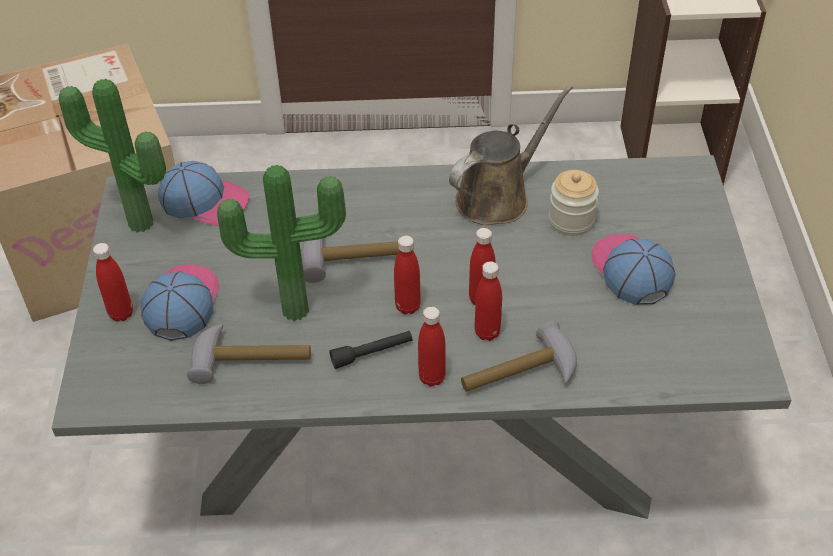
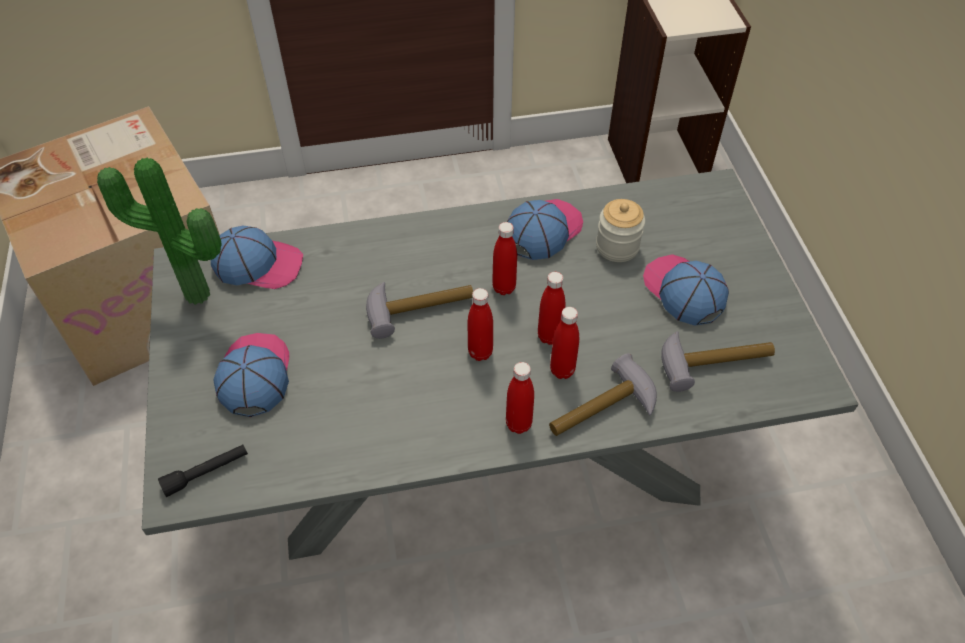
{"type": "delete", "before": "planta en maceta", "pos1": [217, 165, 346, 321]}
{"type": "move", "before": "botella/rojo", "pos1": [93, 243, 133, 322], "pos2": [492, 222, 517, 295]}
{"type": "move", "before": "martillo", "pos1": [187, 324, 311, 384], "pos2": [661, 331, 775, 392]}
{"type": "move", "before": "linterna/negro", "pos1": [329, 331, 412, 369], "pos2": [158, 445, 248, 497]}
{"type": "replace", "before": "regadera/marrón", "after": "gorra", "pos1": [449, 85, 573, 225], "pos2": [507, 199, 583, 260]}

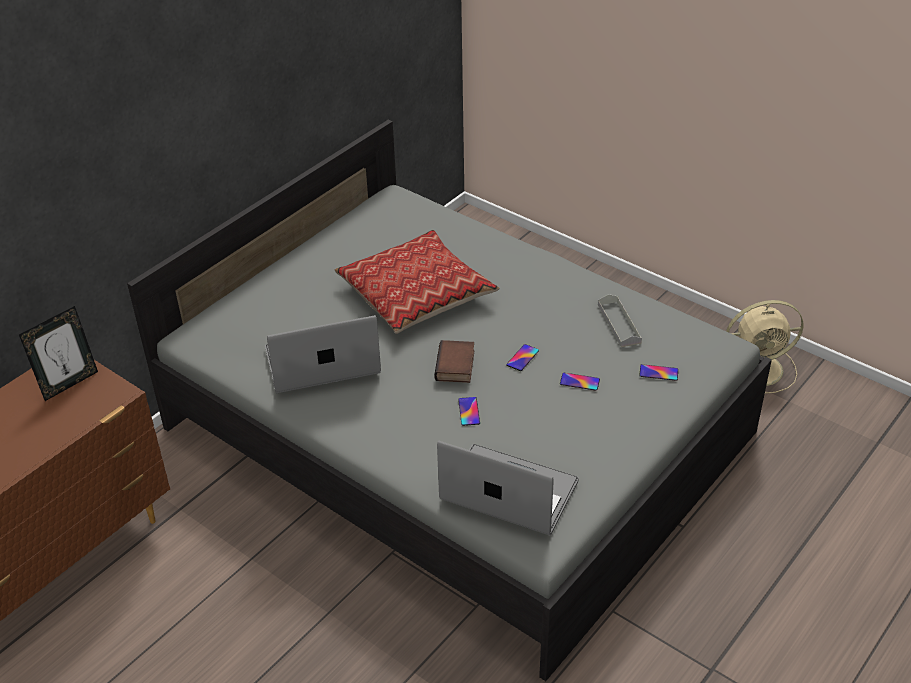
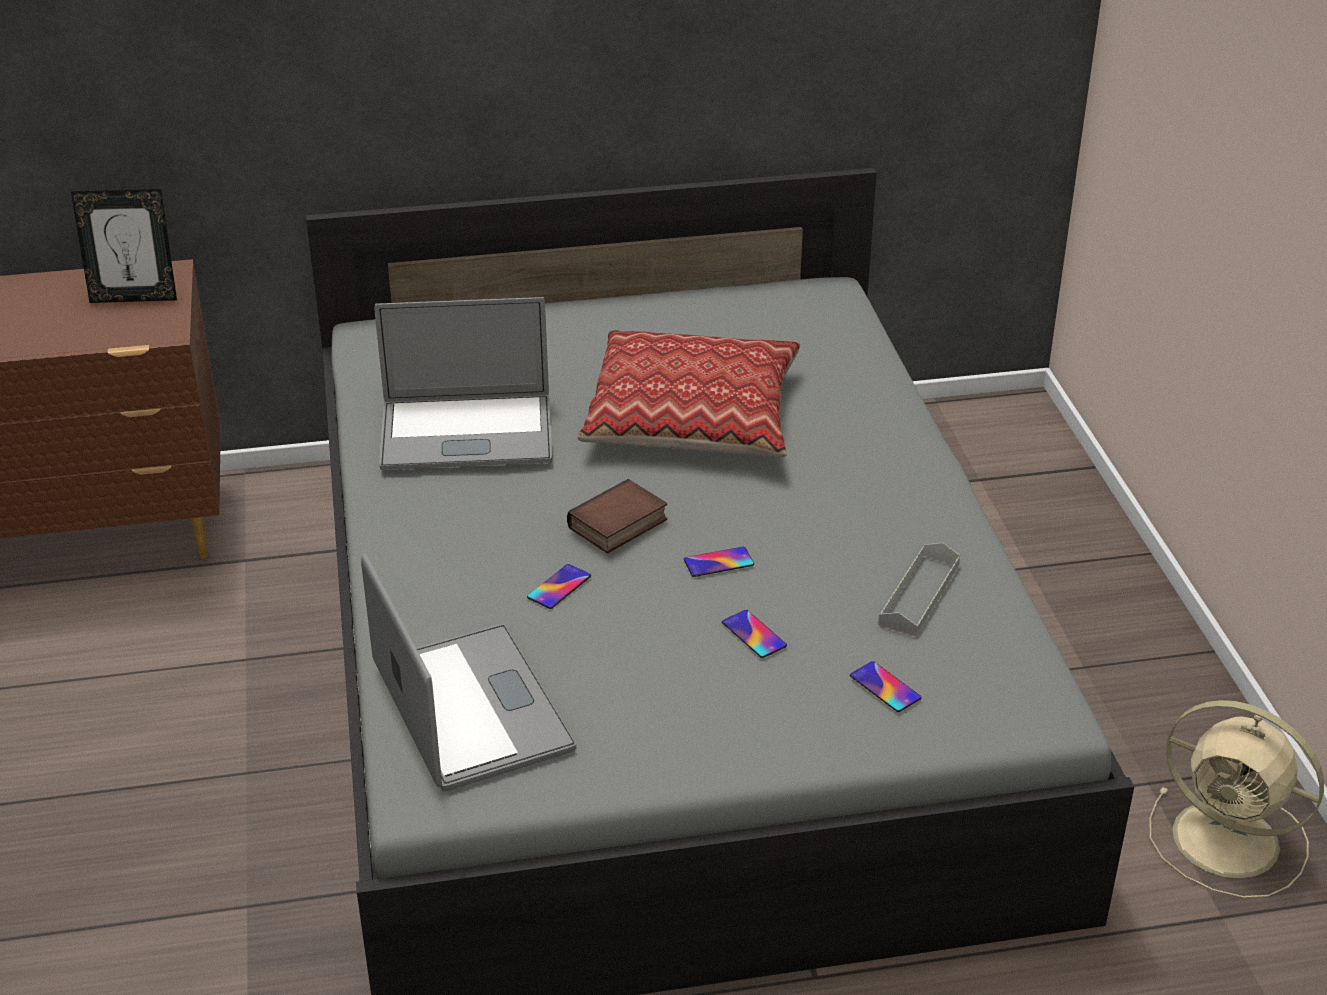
{"type": "rotate", "before": "portátil", "pos1": [265, 315, 381, 393], "pos2": [374, 297, 552, 470], "turn": 150}

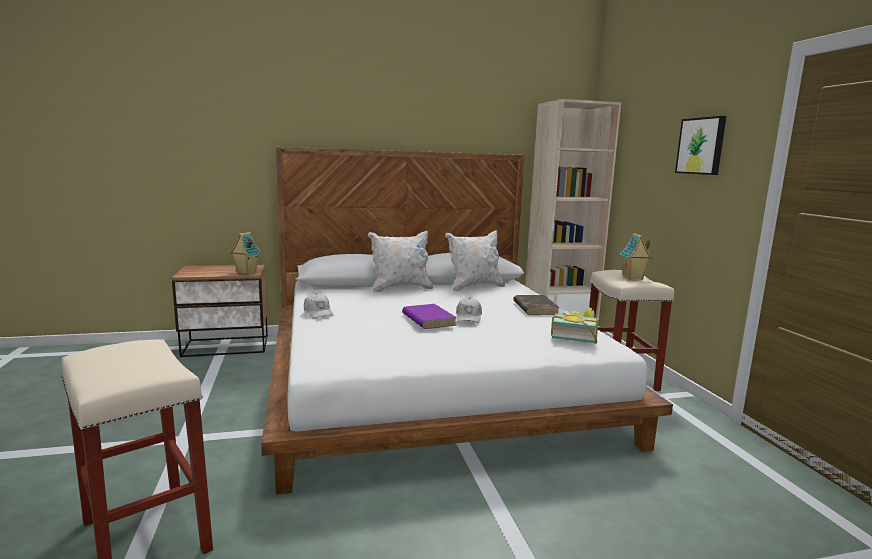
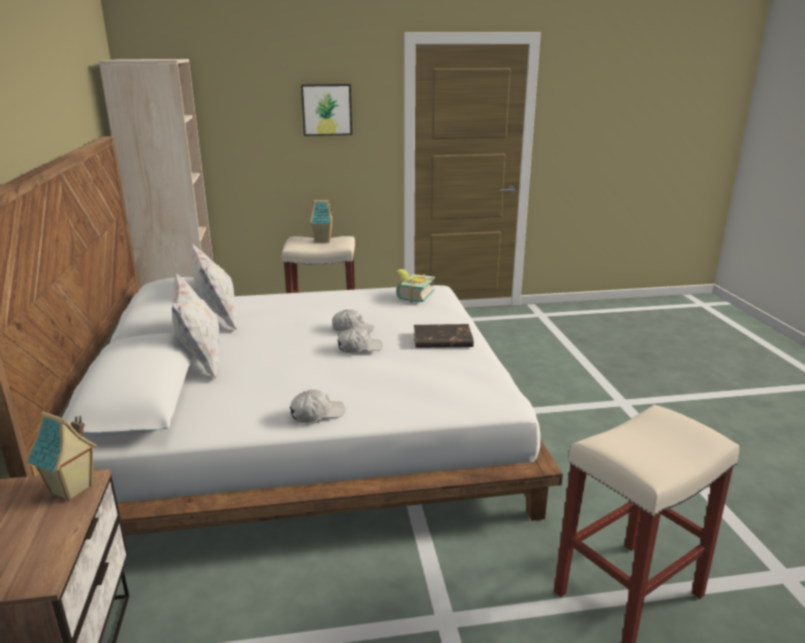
{"type": "move", "before": "libro/marrón", "pos1": [513, 295, 560, 315], "pos2": [414, 324, 474, 348]}
{"type": "replace", "before": "libro/morado", "after": "gorra/blanco", "pos1": [402, 304, 457, 329], "pos2": [338, 327, 383, 353]}

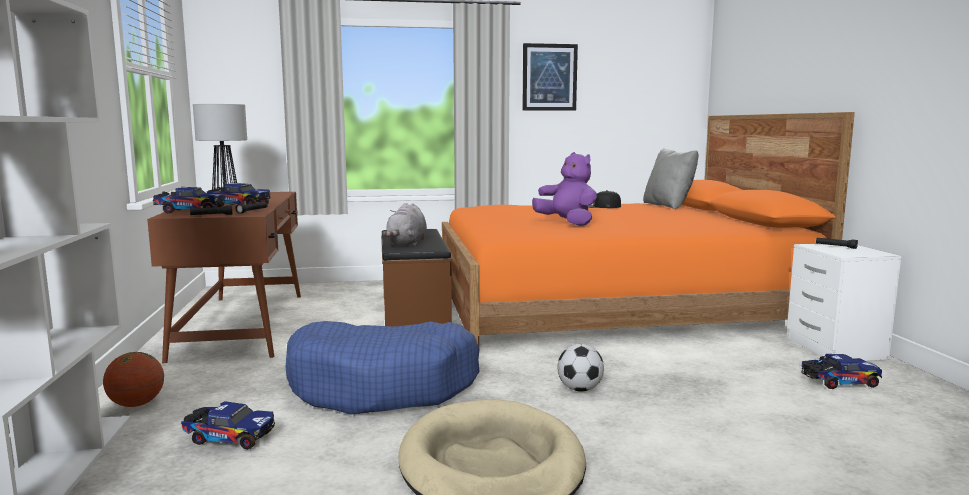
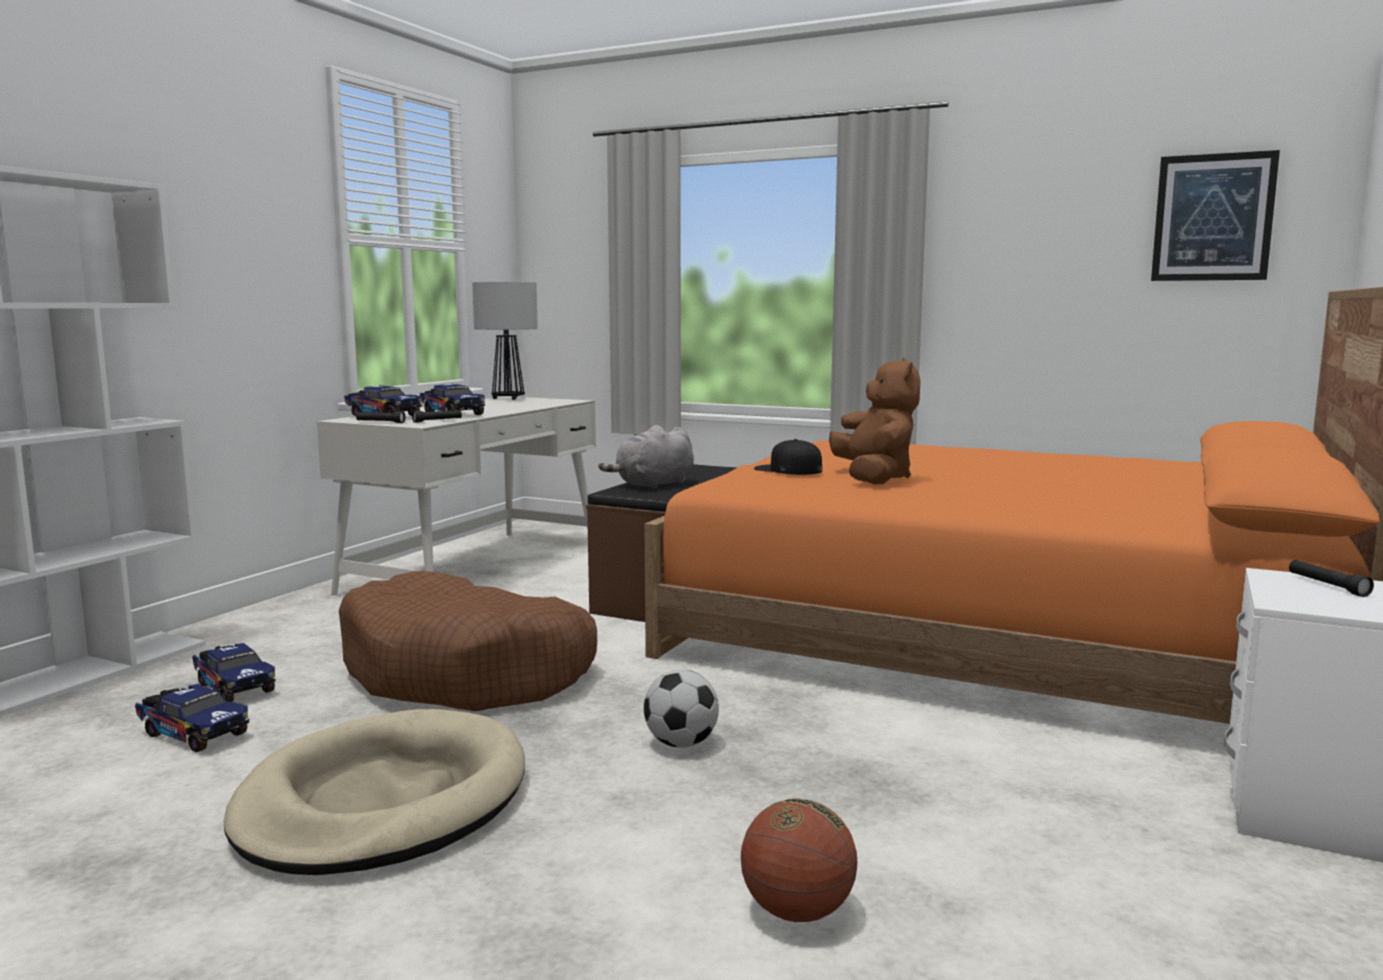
{"type": "delete", "before": "cojín/gris", "pos1": [643, 148, 698, 210]}
{"type": "move", "before": "balón de baloncesto", "pos1": [103, 352, 164, 407], "pos2": [741, 798, 857, 922]}
{"type": "move", "before": "cuadro", "pos1": [522, 43, 578, 111], "pos2": [1151, 150, 1280, 281]}
{"type": "move", "before": "gorra/negro", "pos1": [588, 190, 621, 208], "pos2": [754, 439, 822, 475]}
{"type": "move", "before": "camión de juguete", "pos1": [801, 354, 882, 389], "pos2": [135, 684, 249, 752]}
{"type": "recolor", "before": "escritorio/marrón", "after": "escritorio/blanco", "pos1": [147, 192, 301, 363], "pos2": [317, 396, 596, 595]}
{"type": "recolor", "before": "cama para perro/azul", "after": "cama para perro/marrón", "pos1": [286, 321, 480, 415], "pos2": [339, 571, 597, 711]}
{"type": "recolor", "before": "peluche/morado", "after": "peluche/marrón", "pos1": [532, 152, 597, 226], "pos2": [829, 358, 920, 484]}

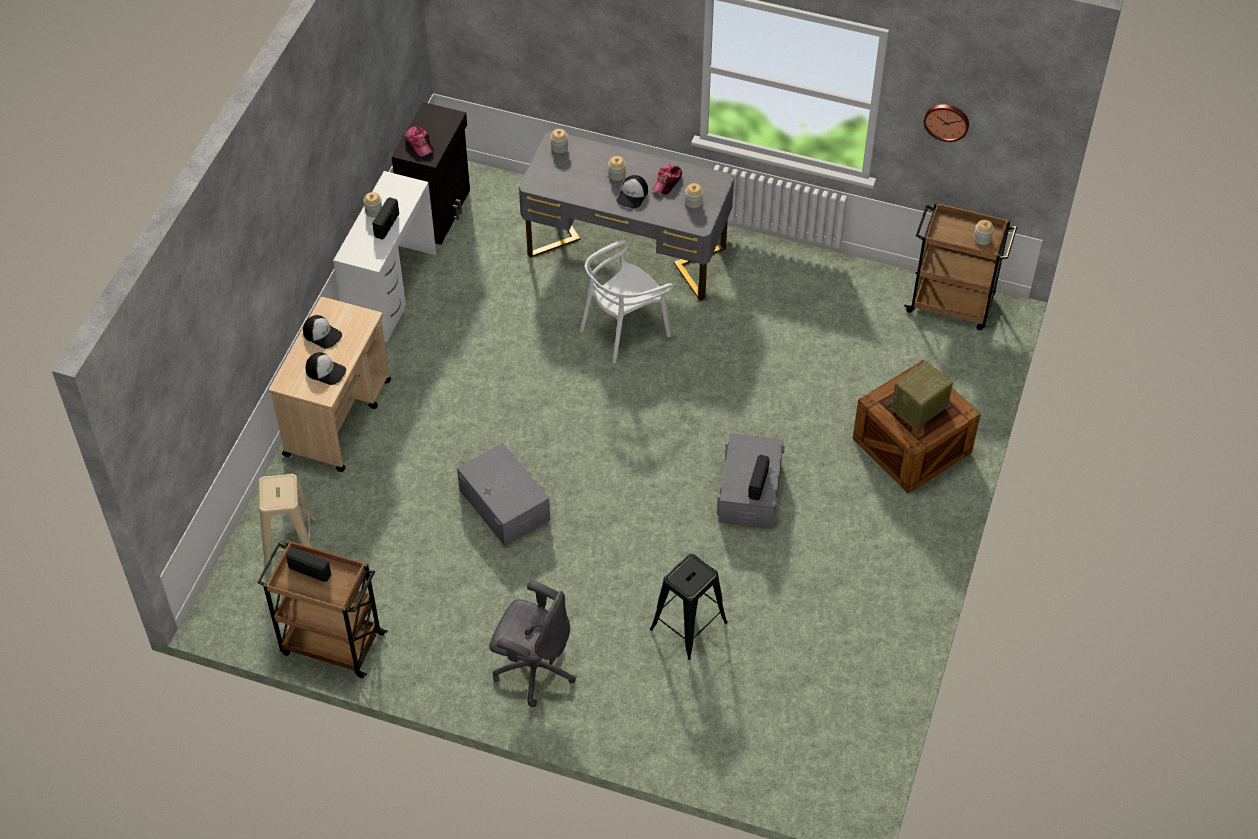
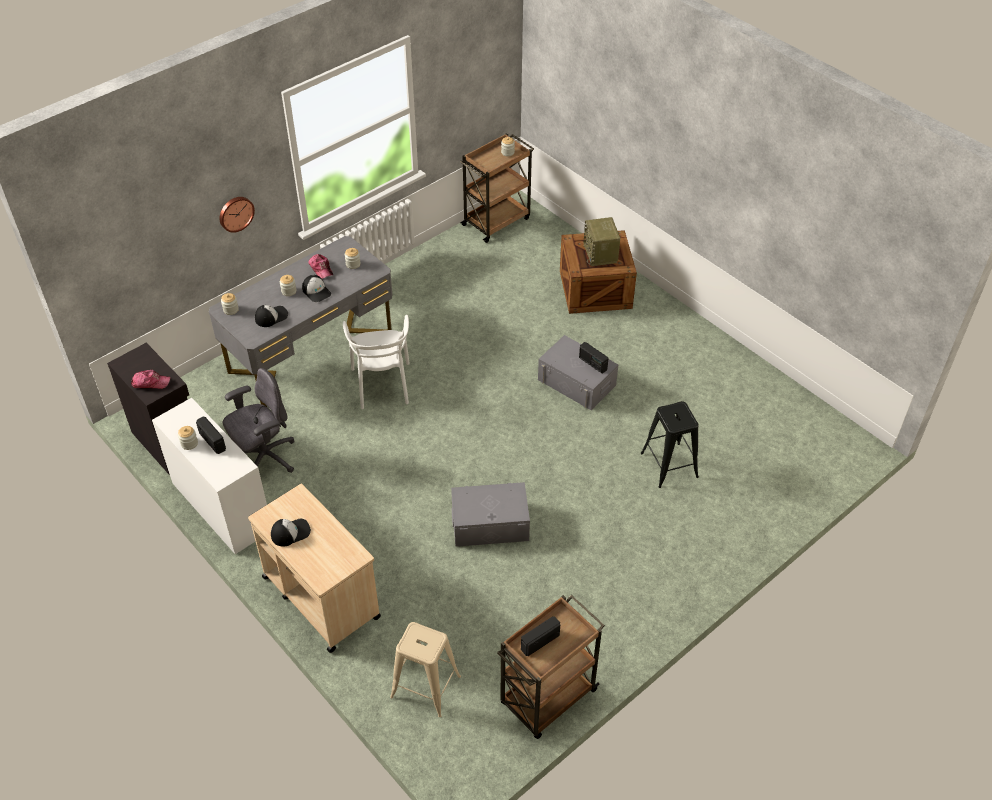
{"type": "move", "before": "gorra", "pos1": [306, 352, 346, 385], "pos2": [255, 305, 288, 327]}
{"type": "move", "before": "silla de oficina/gris", "pos1": [489, 581, 576, 707], "pos2": [223, 368, 295, 473]}
{"type": "move", "before": "reloj de pared", "pos1": [924, 104, 969, 142], "pos2": [220, 197, 255, 233]}

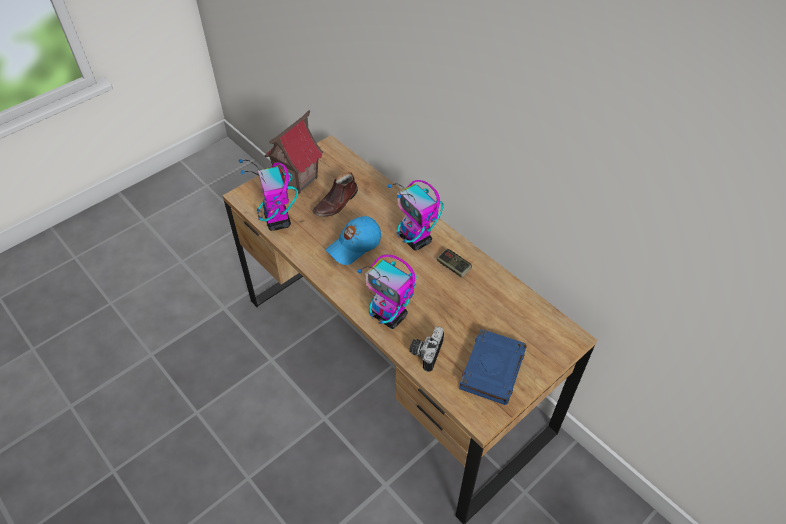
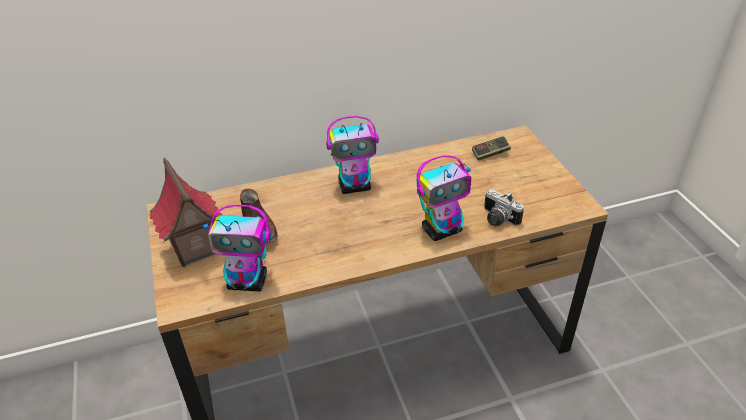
{"type": "delete", "before": "gorra/azul", "pos1": [326, 216, 381, 265]}
{"type": "delete", "before": "libro/azul", "pos1": [459, 329, 526, 405]}
{"type": "move", "before": "mando de consola", "pos1": [436, 249, 472, 278], "pos2": [472, 136, 511, 161]}

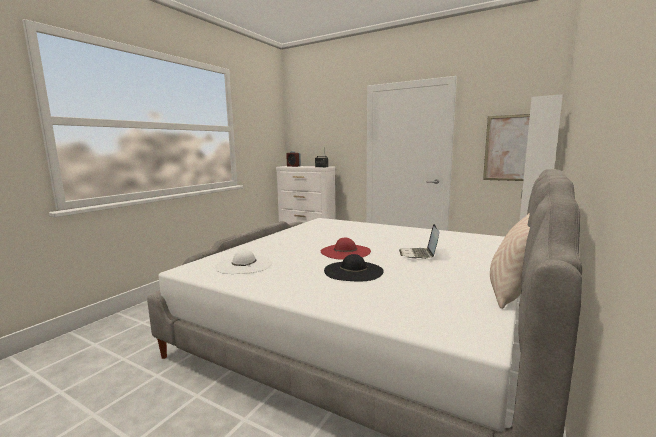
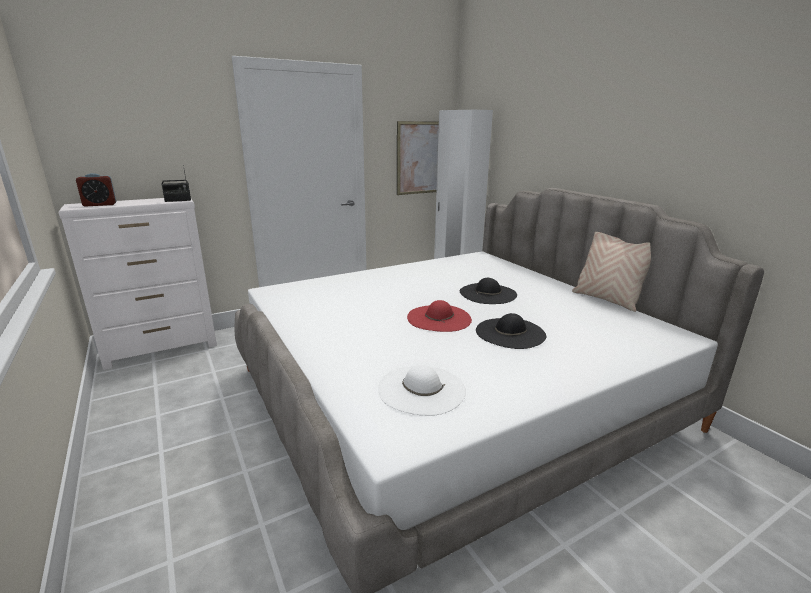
{"type": "replace", "before": "portátil", "after": "sombrero/negro", "pos1": [399, 224, 439, 259], "pos2": [460, 278, 517, 304]}

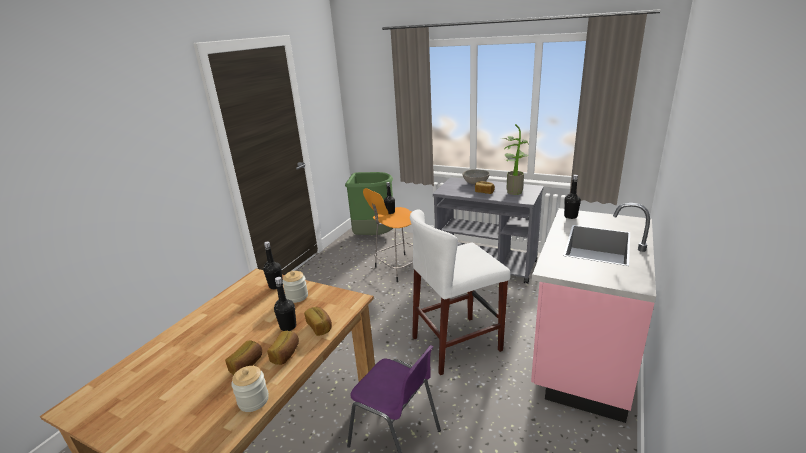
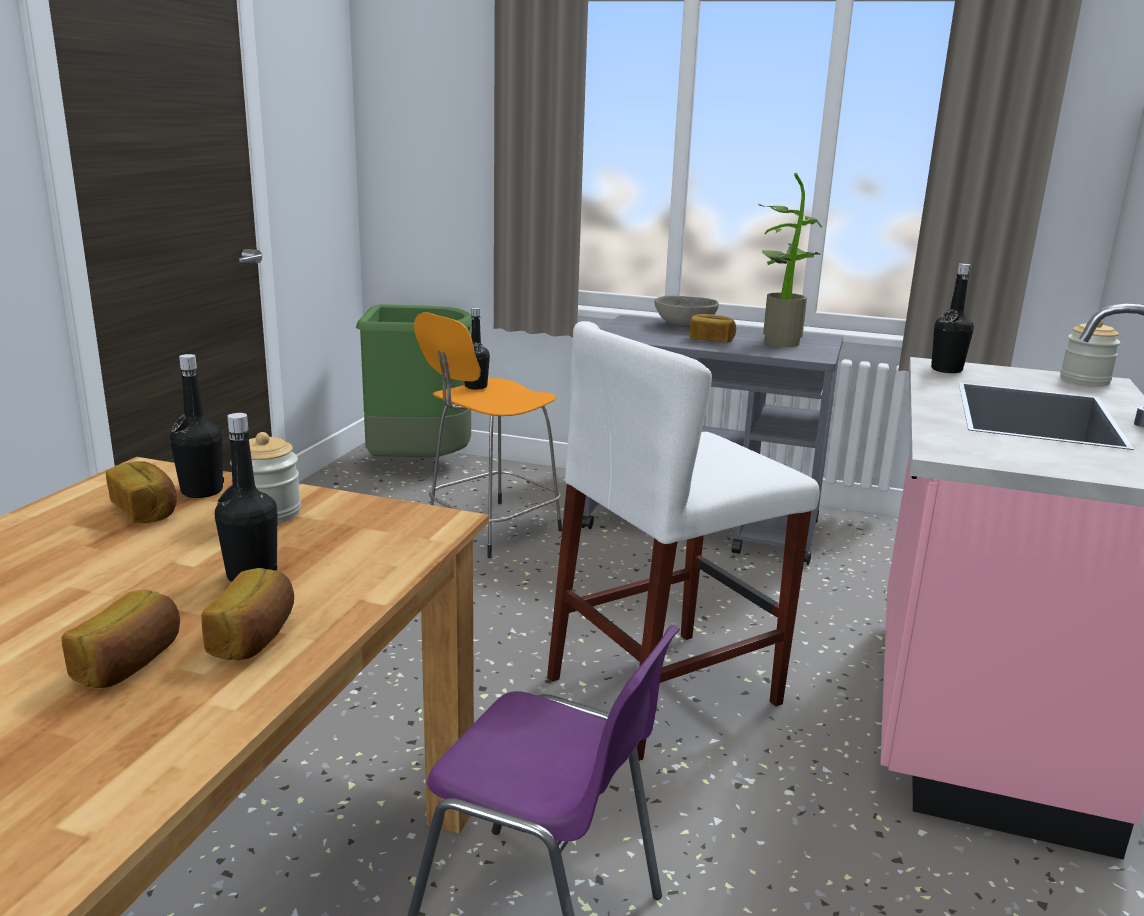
{"type": "move", "before": "tarro", "pos1": [231, 366, 269, 412], "pos2": [1060, 320, 1120, 386]}
{"type": "move", "before": "pan", "pos1": [304, 307, 332, 336], "pos2": [106, 461, 177, 523]}

